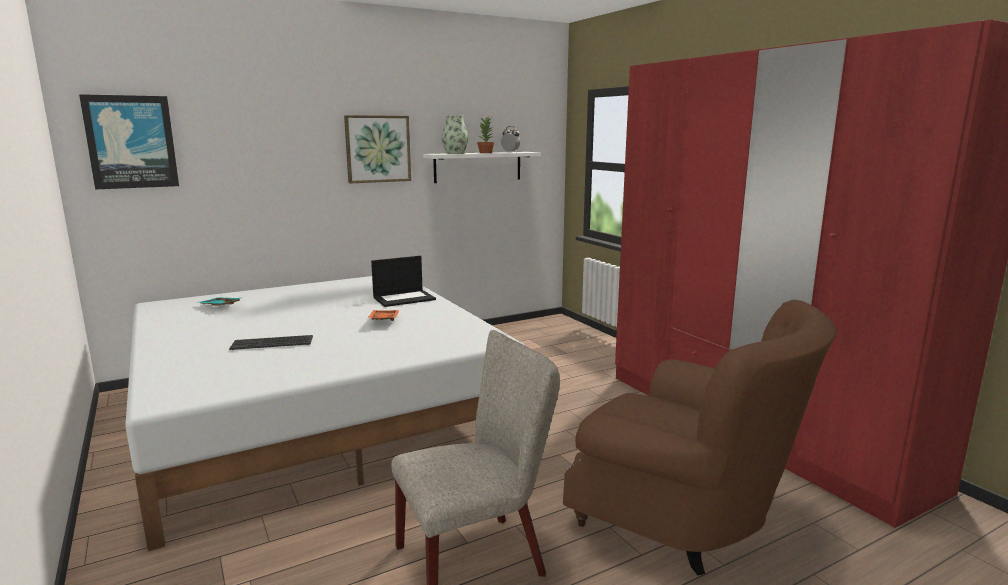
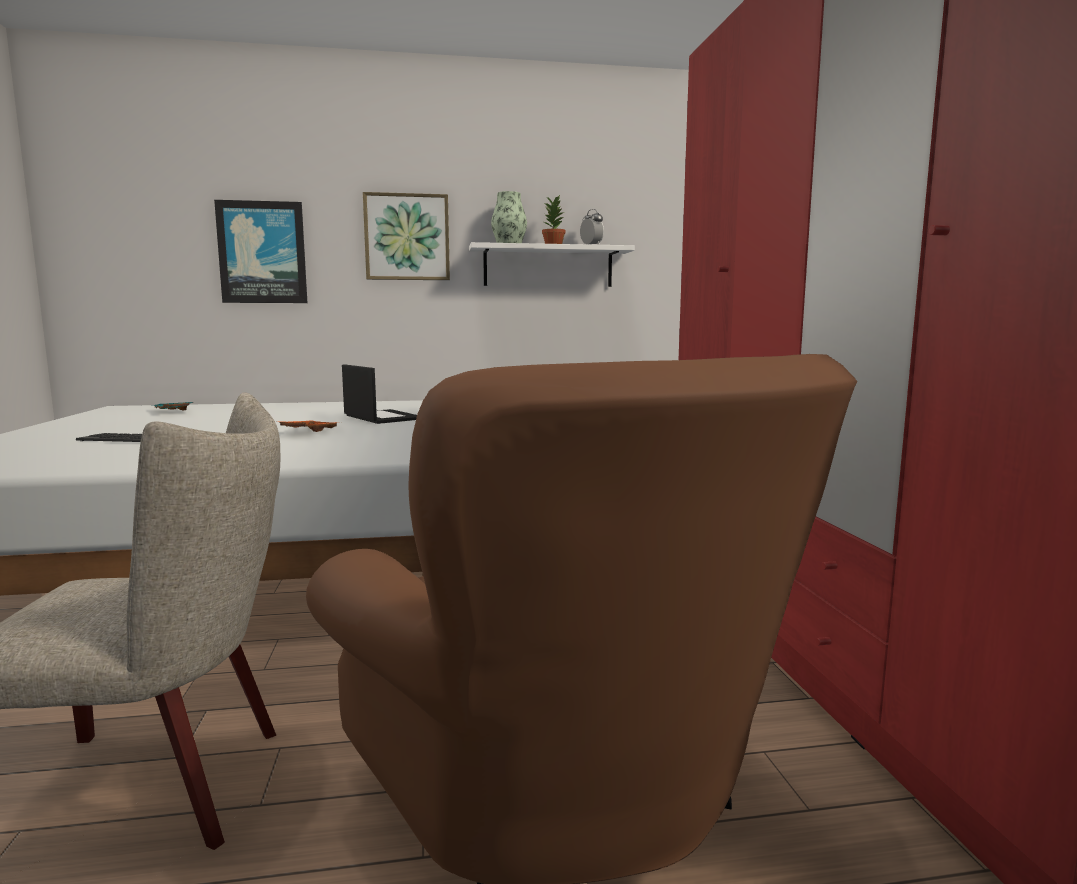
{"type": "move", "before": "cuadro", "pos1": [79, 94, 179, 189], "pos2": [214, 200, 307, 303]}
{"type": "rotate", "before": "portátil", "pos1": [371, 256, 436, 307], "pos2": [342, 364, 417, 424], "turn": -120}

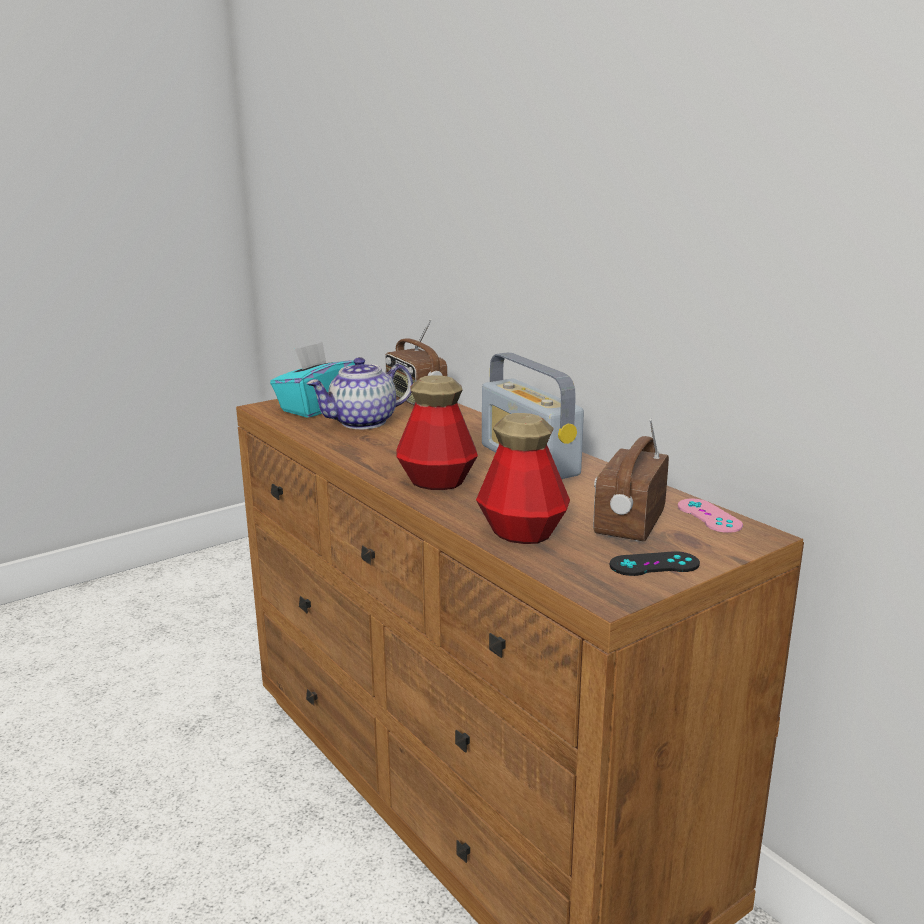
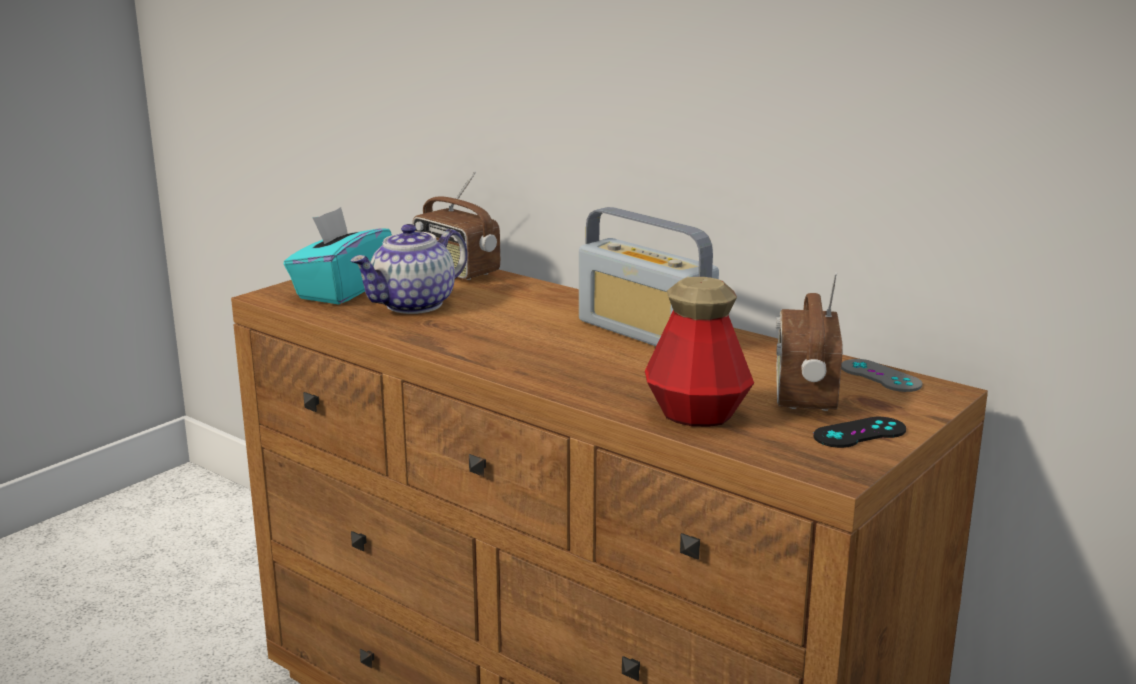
{"type": "delete", "before": "botella", "pos1": [396, 375, 478, 490]}
{"type": "recolor", "before": "mando de consola/rosa", "after": "mando de consola/gris", "pos1": [678, 499, 743, 533], "pos2": [841, 359, 922, 392]}

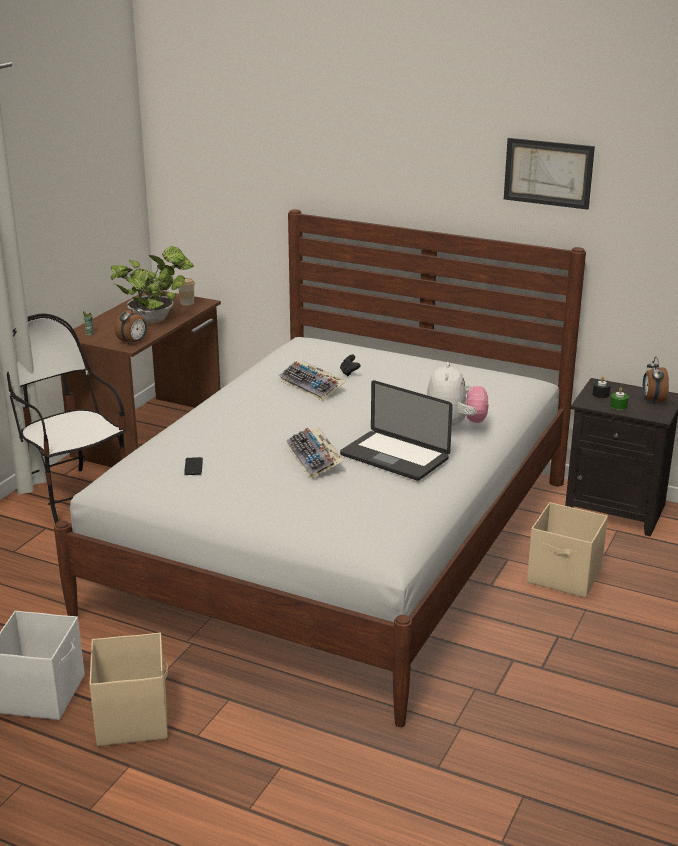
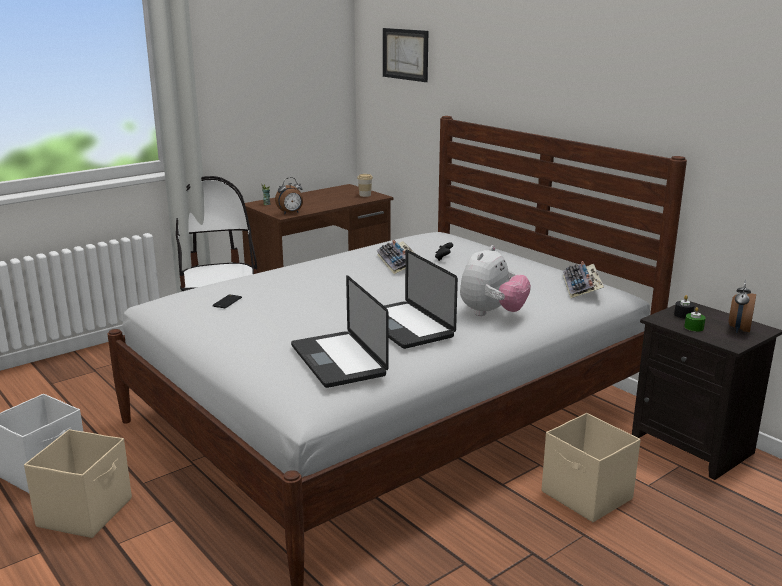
{"type": "delete", "before": "planta en maceta", "pos1": [110, 246, 194, 324]}
{"type": "insert", "after": "portátil", "pos2": [291, 275, 388, 388]}
{"type": "move", "before": "teclado", "pos1": [286, 427, 344, 479], "pos2": [563, 261, 604, 299]}
{"type": "move", "before": "cuadro", "pos1": [504, 138, 595, 210], "pos2": [383, 28, 428, 82]}

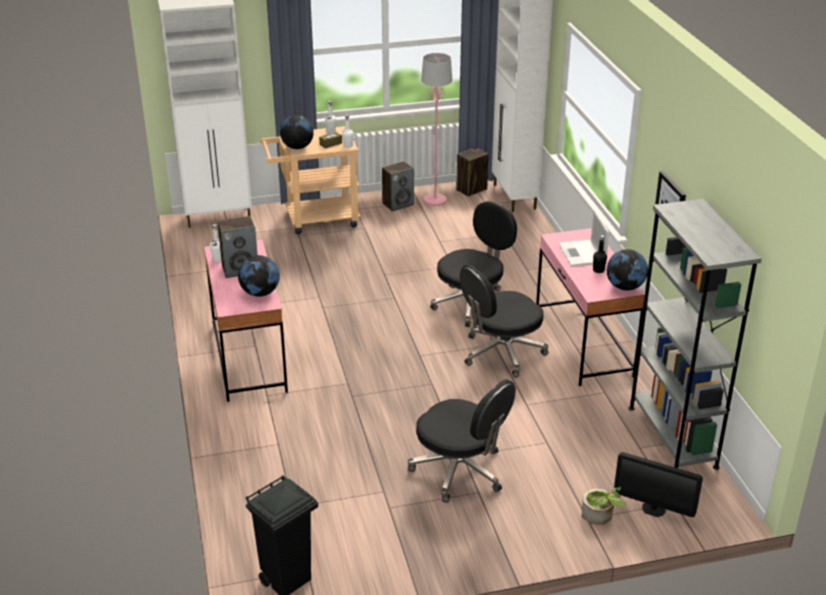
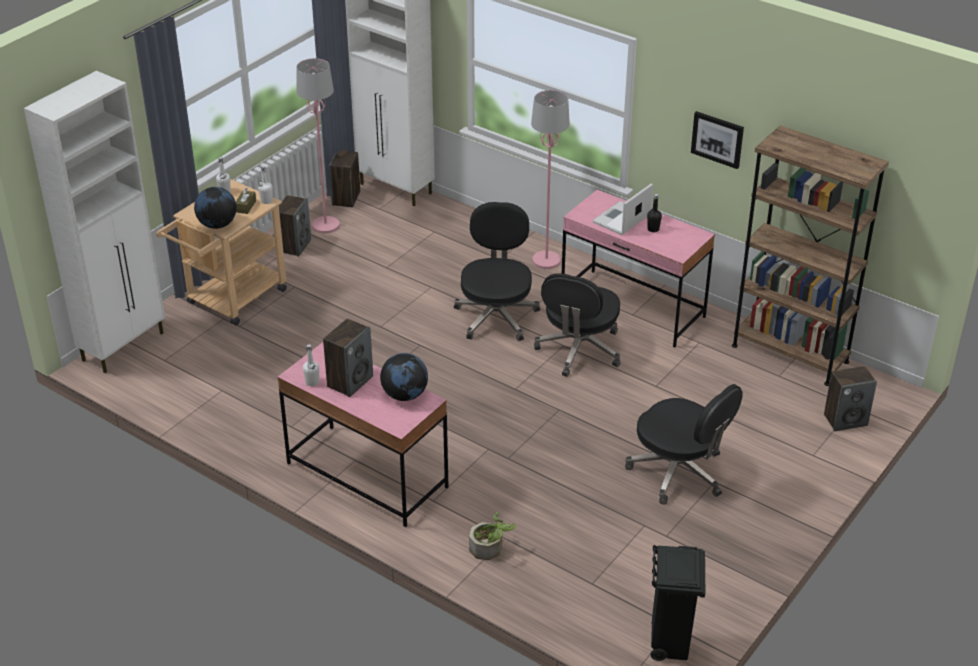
{"type": "delete", "before": "globo terráqueo", "pos1": [607, 249, 648, 291]}
{"type": "insert", "after": "lámpara de pie/rosa", "pos2": [531, 90, 570, 269]}
{"type": "move", "before": "planta en maceta", "pos1": [582, 487, 627, 525], "pos2": [469, 512, 516, 560]}
{"type": "replace", "before": "monitor", "after": "altavoz", "pos1": [614, 452, 703, 517], "pos2": [824, 366, 877, 431]}
{"type": "recolor", "before": "estantería/gris", "after": "estantería/marrón", "pos1": [629, 199, 762, 470], "pos2": [732, 126, 889, 386]}
{"type": "rotate", "before": "silla de oficina/negro", "pos1": [408, 379, 516, 503], "pos2": [625, 384, 743, 504], "turn": 45}
{"type": "rotate", "before": "portátil", "pos1": [559, 210, 609, 267], "pos2": [593, 183, 653, 235], "turn": 90}

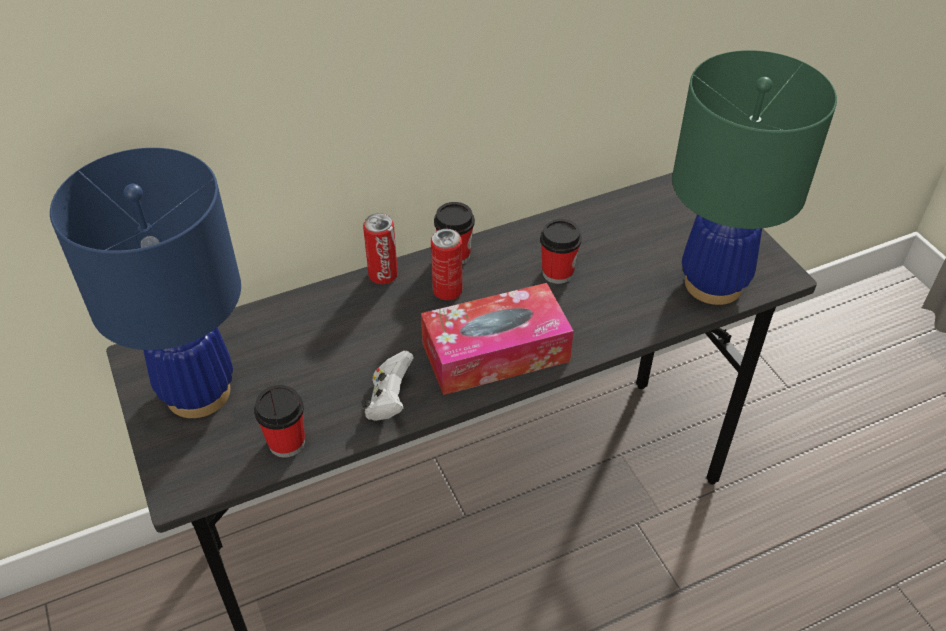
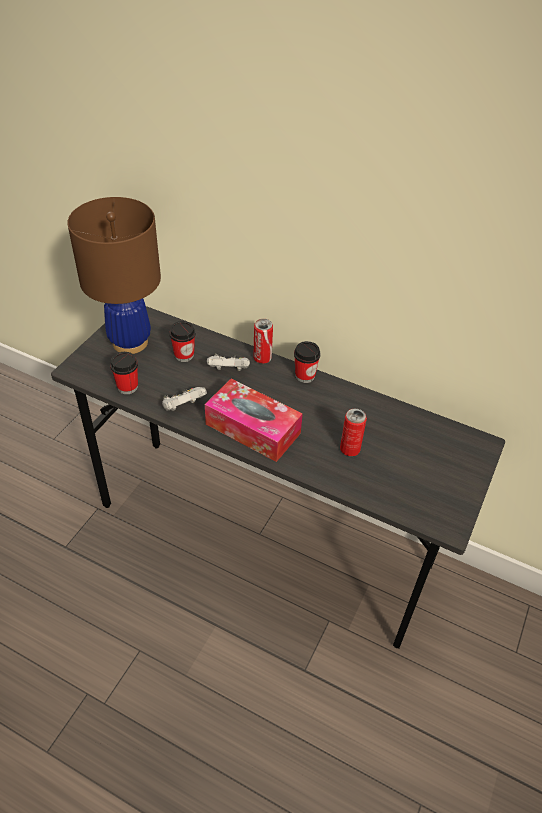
{"type": "delete", "before": "lámpara de mesa/verde", "pos1": [672, 50, 837, 305]}
{"type": "insert", "after": "mando de consola/blanco", "pos2": [207, 353, 250, 371]}
{"type": "move", "before": "lata", "pos1": [431, 229, 462, 300], "pos2": [340, 408, 367, 456]}
{"type": "move", "before": "taza", "pos1": [540, 219, 582, 284], "pos2": [169, 321, 196, 362]}
{"type": "recolor", "before": "lámpara de mesa/azul", "after": "lámpara de mesa/marrón", "pos1": [50, 148, 241, 418], "pos2": [67, 197, 161, 354]}

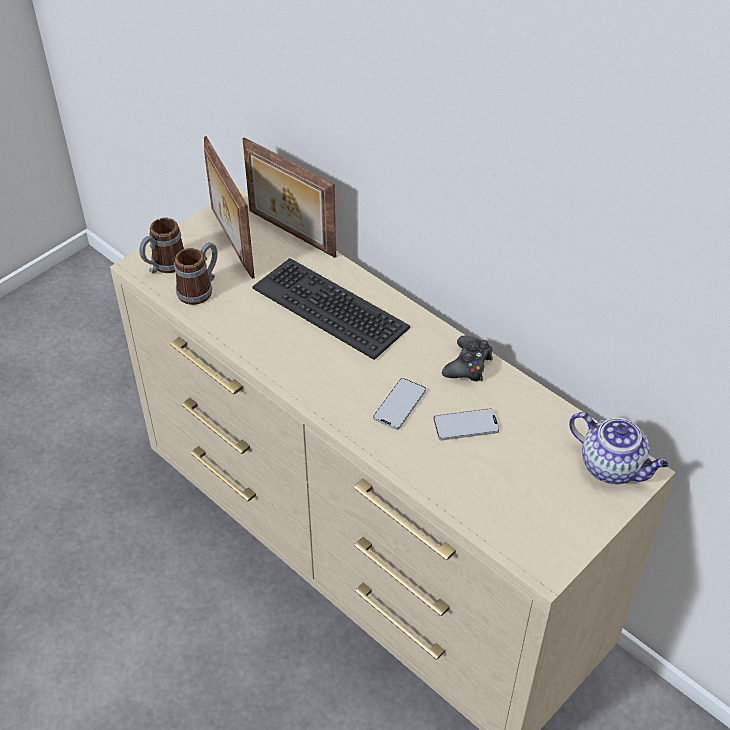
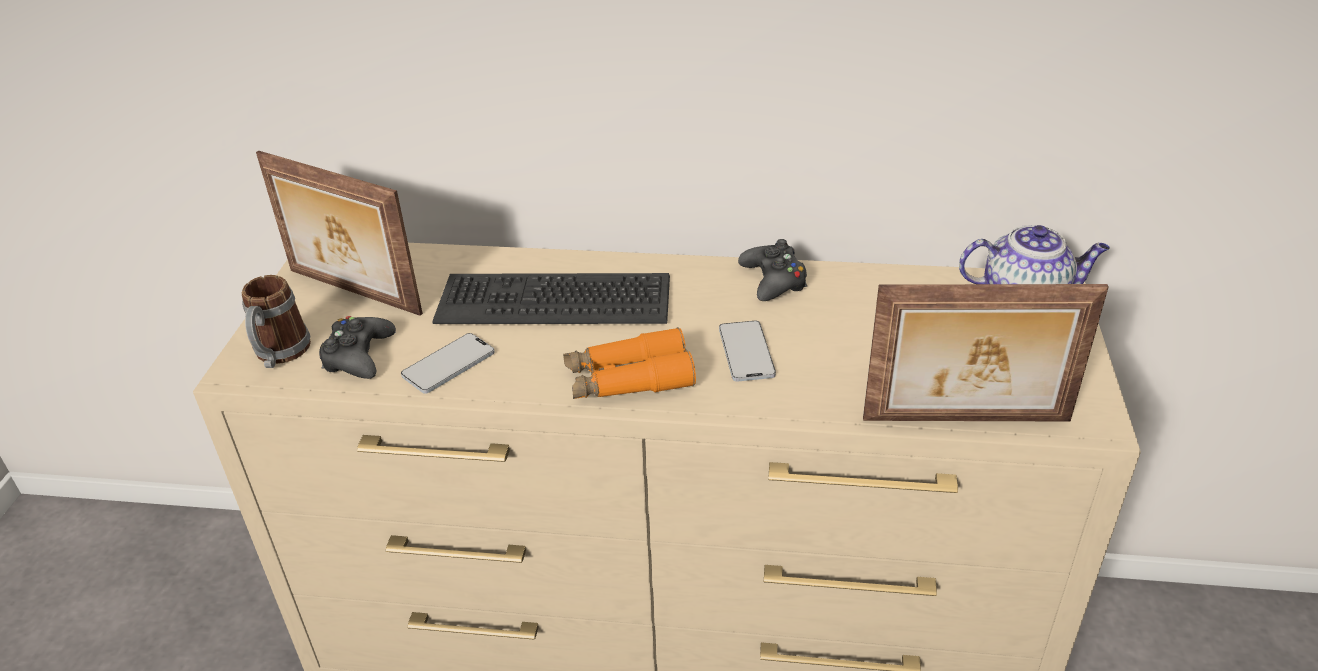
{"type": "insert", "after": "prismáticos/naranja", "pos2": [563, 327, 696, 399]}
{"type": "move", "before": "portarretratos", "pos1": [242, 137, 336, 258], "pos2": [863, 284, 1108, 421]}
{"type": "move", "before": "móvil", "pos1": [433, 408, 499, 440], "pos2": [401, 333, 495, 394]}
{"type": "replace", "before": "taza grande", "after": "mando de consola/negro", "pos1": [174, 242, 218, 305], "pos2": [319, 316, 396, 379]}

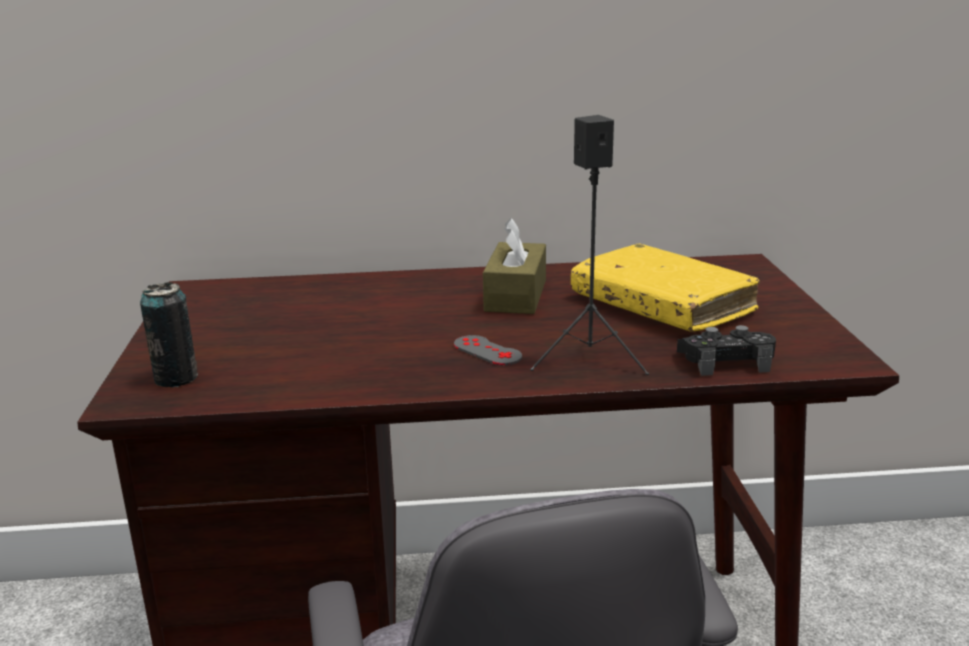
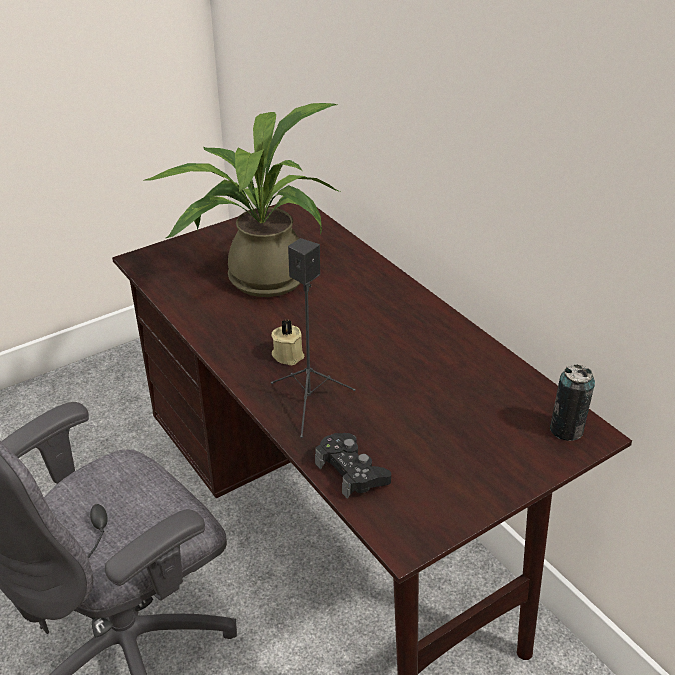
{"type": "delete", "before": "caja de pañuelos/marrón", "pos1": [483, 218, 546, 314]}
{"type": "delete", "before": "libro/amarillo", "pos1": [571, 244, 760, 332]}
{"type": "insert", "after": "planta en maceta", "pos2": [145, 103, 340, 297]}
{"type": "move", "before": "lata", "pos1": [140, 282, 198, 387], "pos2": [550, 364, 595, 441]}
{"type": "replace", "before": "mando de consola/gris", "after": "vela/beis", "pos1": [454, 335, 522, 365], "pos2": [271, 320, 305, 365]}

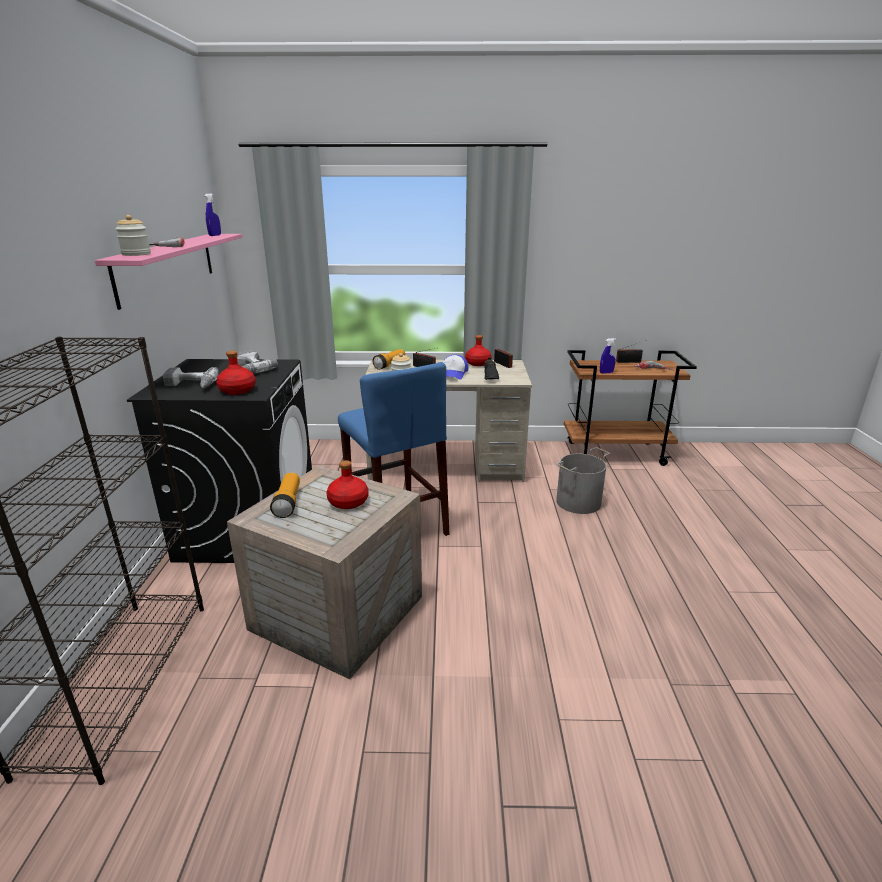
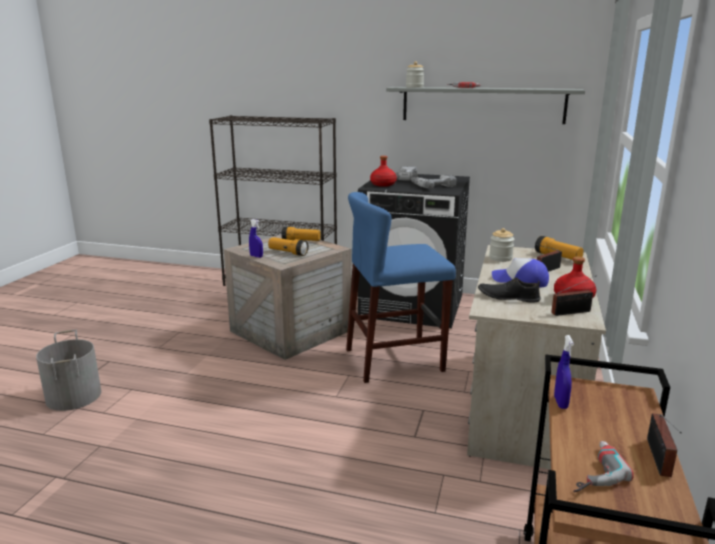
{"type": "move", "before": "pulverizador/azul", "pos1": [205, 193, 221, 236], "pos2": [249, 219, 263, 258]}
{"type": "move", "before": "cubo/gris", "pos1": [556, 447, 610, 514], "pos2": [36, 330, 101, 411]}
{"type": "replace", "before": "botella/rojo", "after": "linterna", "pos1": [326, 460, 368, 509], "pos2": [268, 237, 308, 256]}
{"type": "recolor", "before": "estante/rosa", "after": "estante/gris", "pos1": [95, 234, 242, 310], "pos2": [386, 87, 585, 124]}

